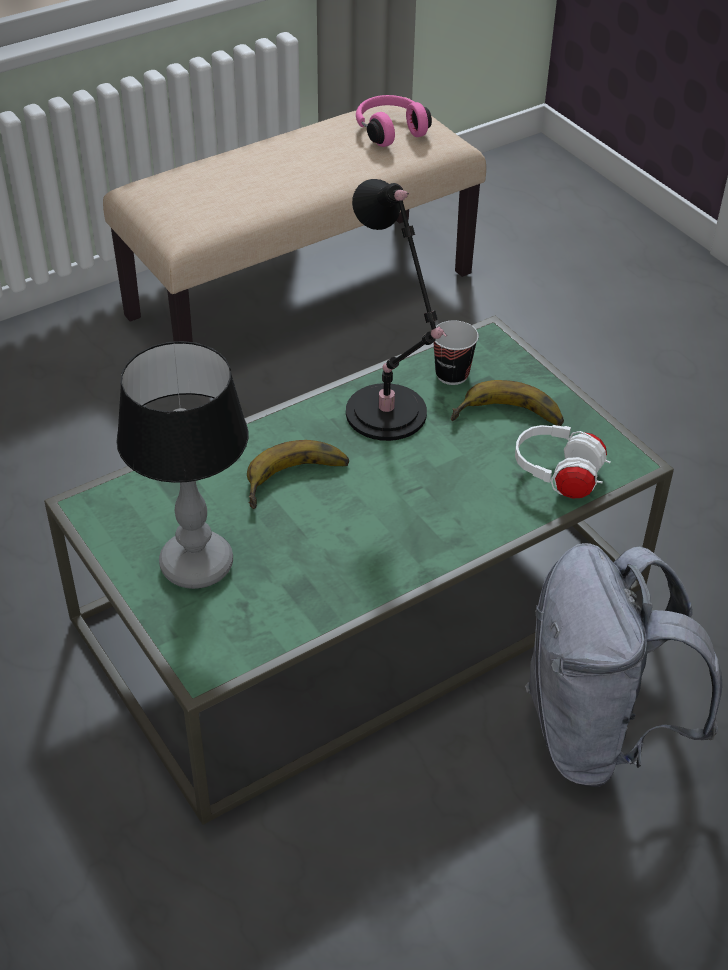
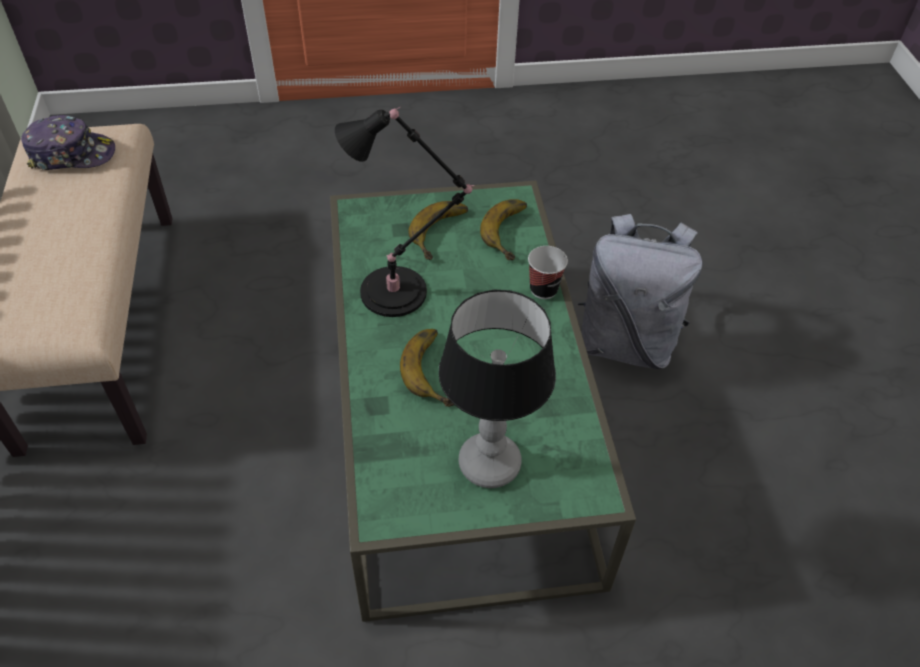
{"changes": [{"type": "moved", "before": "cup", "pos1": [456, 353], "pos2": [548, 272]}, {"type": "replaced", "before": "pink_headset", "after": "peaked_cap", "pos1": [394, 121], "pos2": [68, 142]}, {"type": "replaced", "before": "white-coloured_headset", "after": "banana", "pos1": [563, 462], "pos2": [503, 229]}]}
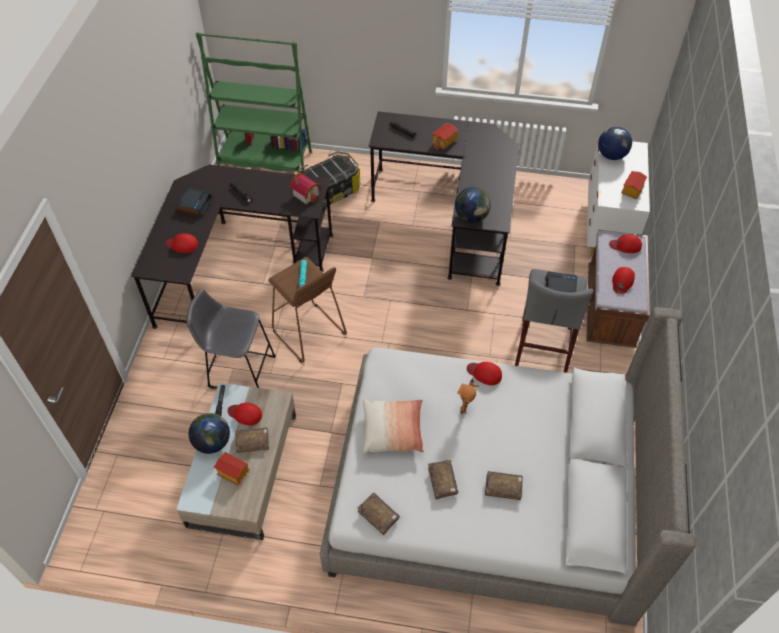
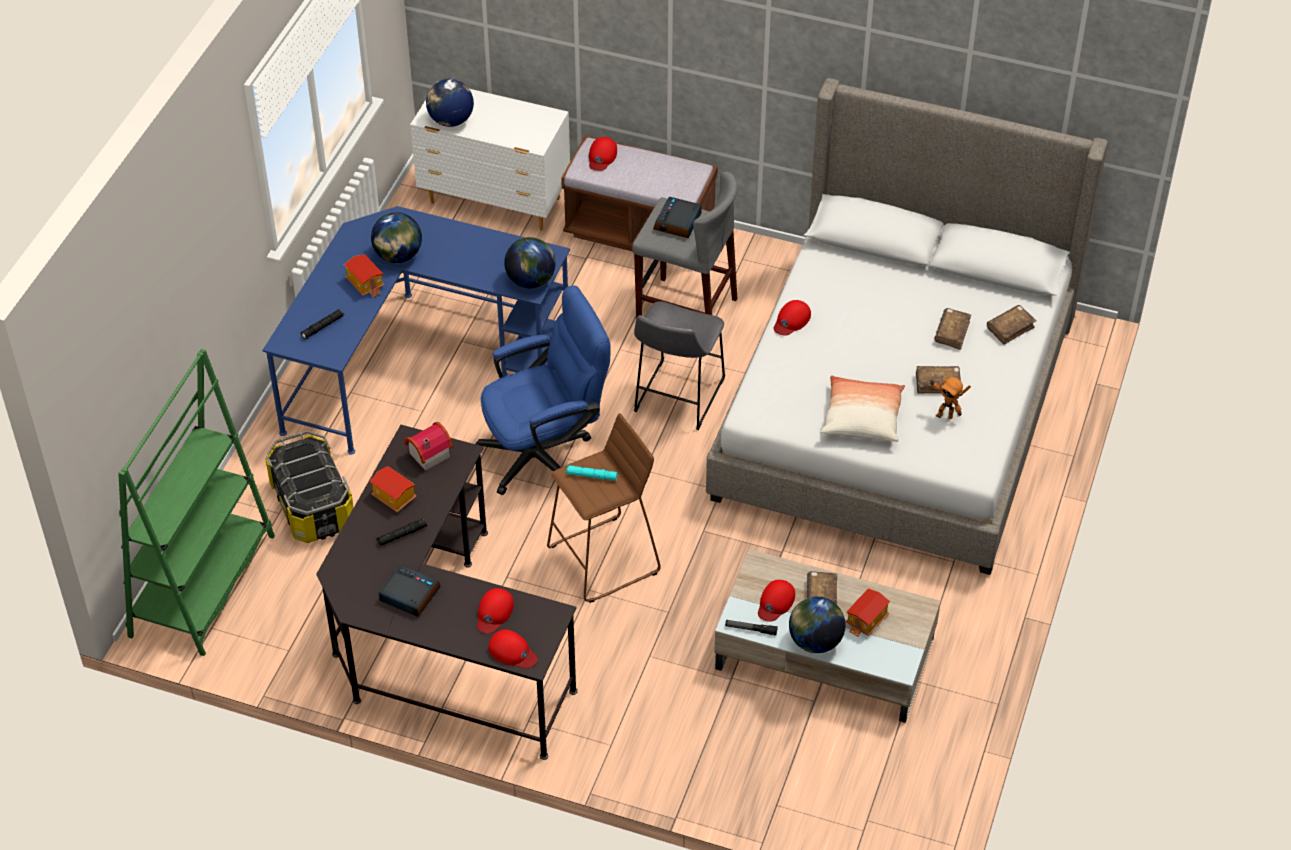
{"changes": [{"type": "added", "after": "world_globe", "pos2": [396, 237]}, {"type": "added", "after": "blue-coloured_computer_chair", "pos2": [543, 390]}, {"type": "moved", "before": "greyish_stool", "pos1": [231, 339], "pos2": [679, 366]}, {"type": "moved", "before": "brown_bound_book", "pos1": [378, 514], "pos2": [1012, 325]}, {"type": "moved", "before": "toy_robot", "pos1": [468, 396], "pos2": [950, 395]}, {"type": "moved", "before": "red-coloured_peaked_cap", "pos1": [623, 280], "pos2": [513, 649]}, {"type": "moved", "before": "model_house", "pos1": [634, 185], "pos2": [392, 489]}, {"type": "recoloured", "before": "blackish_desk", "after": "blue-coloured_desk", "pos1": [444, 198], "pos2": [416, 330]}]}
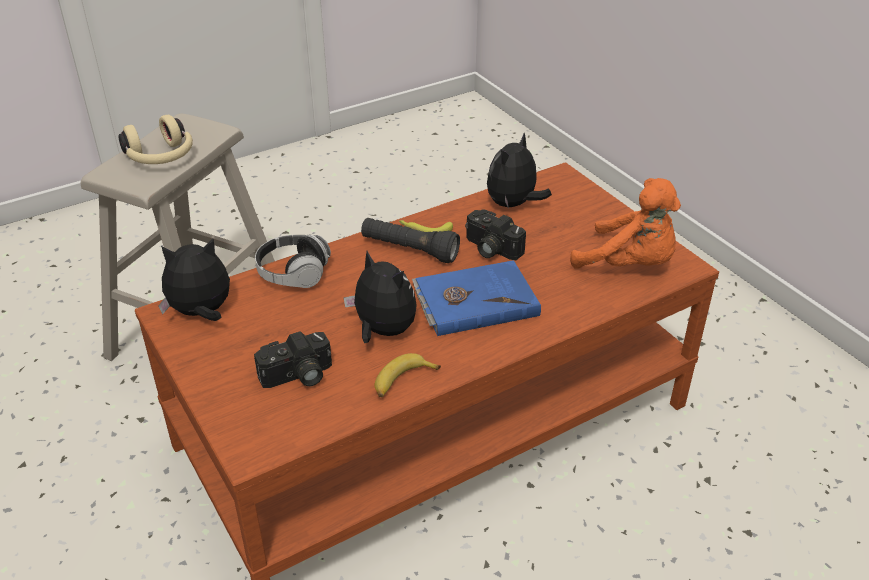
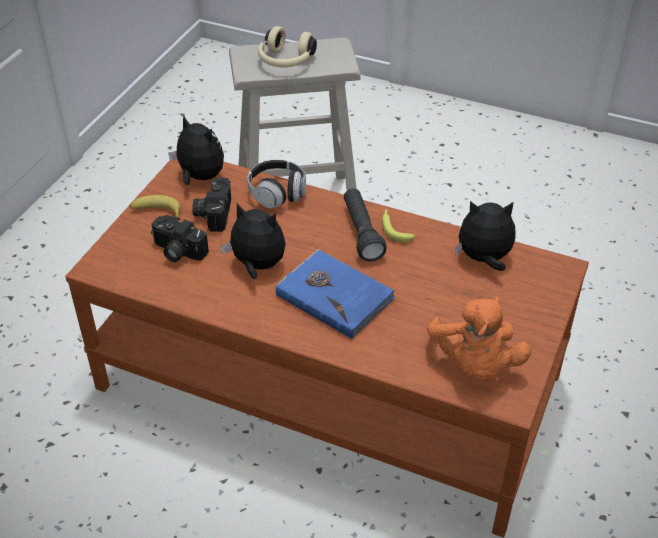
{"changes": [{"type": "moved", "before": "banana", "pos1": [408, 375], "pos2": [155, 207]}, {"type": "moved", "before": "still_camera", "pos1": [495, 234], "pos2": [211, 205]}, {"type": "turned", "before": "plush_toy", "pos1": [380, 297], "pos2": [253, 241], "turn": -75}]}
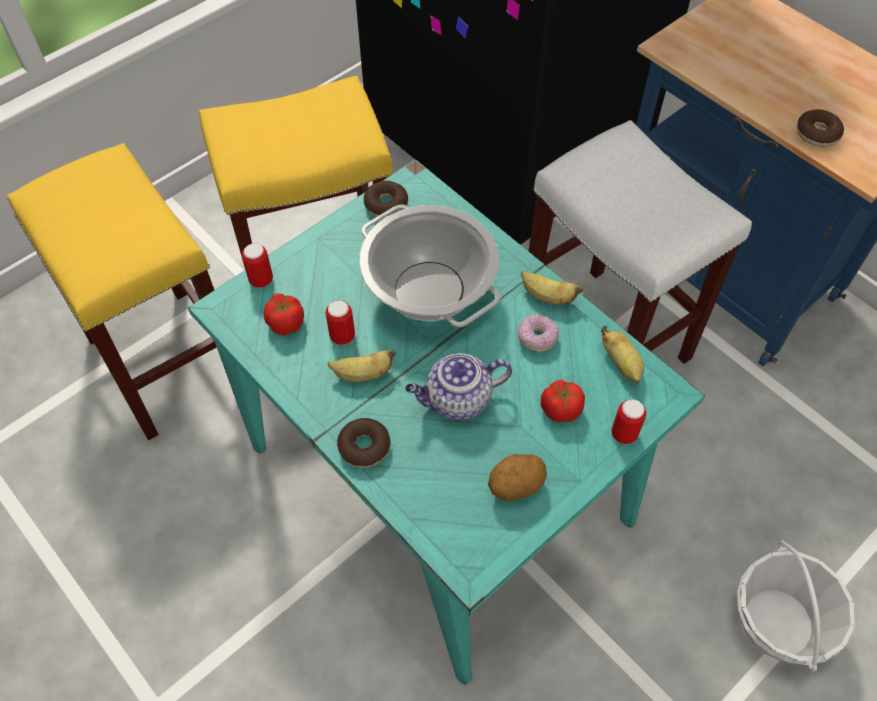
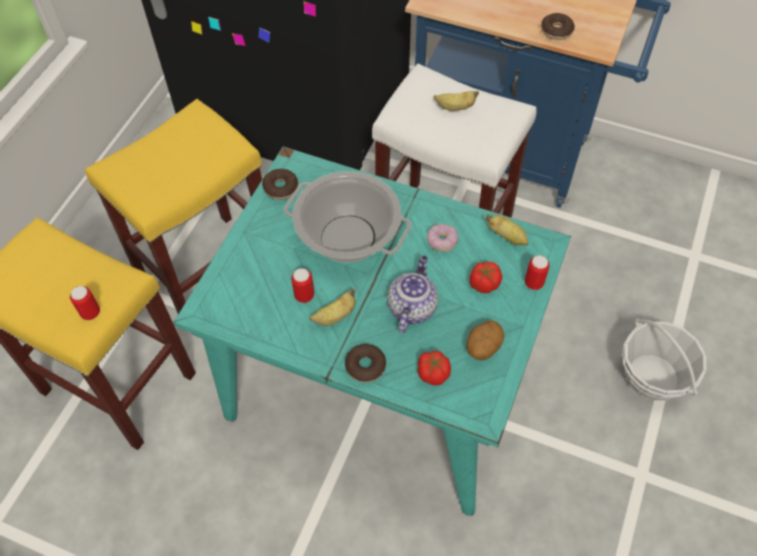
{"changes": [{"type": "moved", "before": "sealed_can", "pos1": [257, 265], "pos2": [85, 303]}, {"type": "moved", "before": "tomato", "pos1": [284, 314], "pos2": [434, 368]}, {"type": "moved", "before": "banana", "pos1": [552, 288], "pos2": [456, 101]}, {"type": "turned", "before": "tea_pot", "pos1": [458, 387], "pos2": [412, 294], "turn": 150}]}
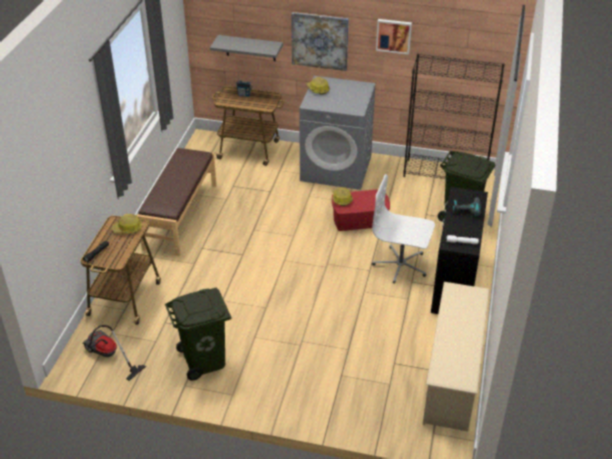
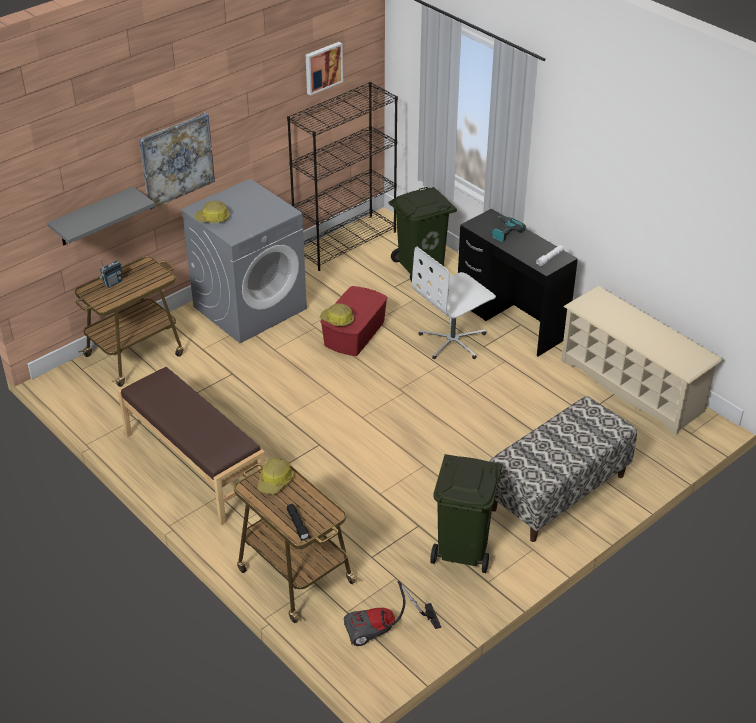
{"changes": [{"type": "added", "after": "long_seat", "pos2": [563, 469]}, {"type": "moved", "before": "picture", "pos1": [394, 37], "pos2": [324, 69]}]}
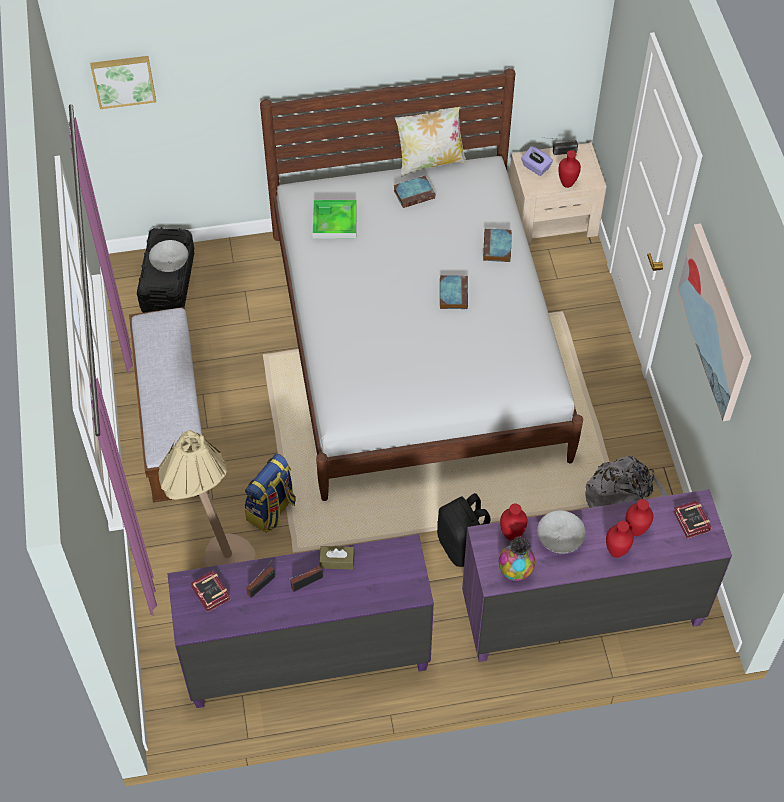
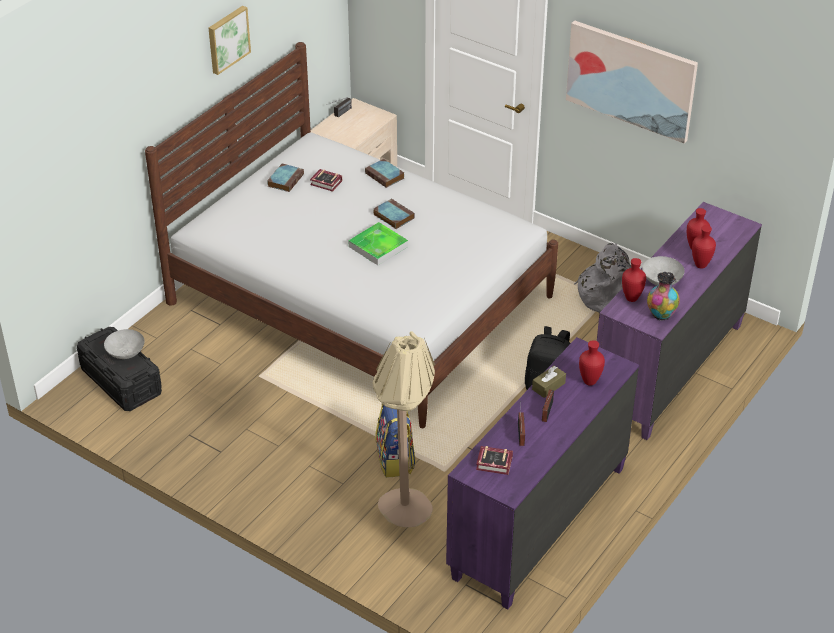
{"changes": [{"type": "removed", "before": "long_seat", "pos1": [169, 405]}, {"type": "removed", "before": "pillow", "pos1": [430, 142]}, {"type": "removed", "before": "purple_tissue_box", "pos1": [537, 161]}, {"type": "moved", "before": "picture", "pos1": [123, 82], "pos2": [229, 40]}, {"type": "moved", "before": "serving_tray", "pos1": [334, 219], "pos2": [378, 243]}, {"type": "moved", "before": "red-coloured_flower_vase", "pos1": [570, 169], "pos2": [592, 363]}, {"type": "moved", "before": "bound_book", "pos1": [692, 519], "pos2": [326, 180]}]}
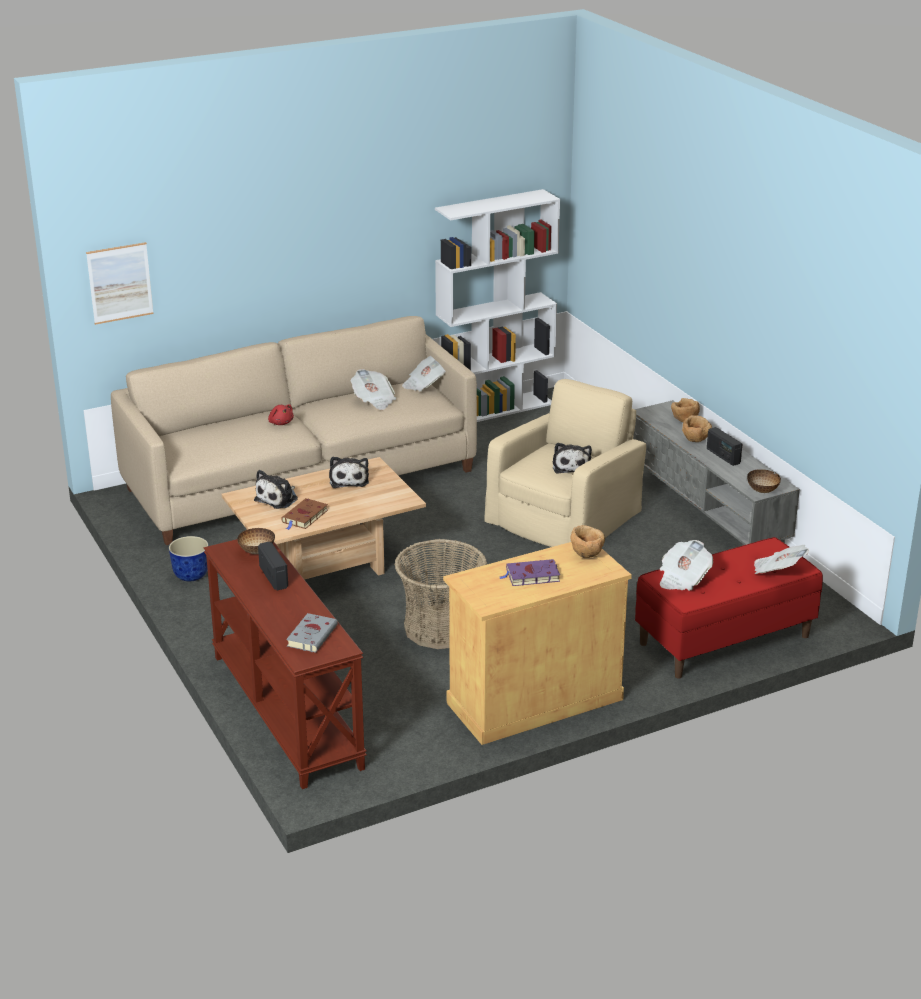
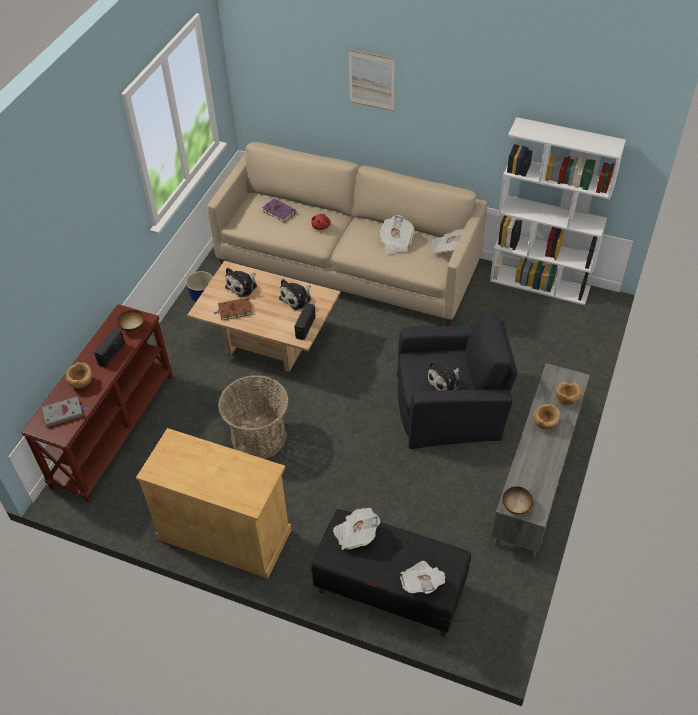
{"changes": [{"type": "moved", "before": "picture", "pos1": [120, 283], "pos2": [372, 80]}, {"type": "moved", "before": "purple_bound_book", "pos1": [530, 572], "pos2": [279, 210]}, {"type": "moved", "before": "brown_deep_dish", "pos1": [588, 541], "pos2": [79, 375]}, {"type": "moved", "before": "radio", "pos1": [724, 446], "pos2": [305, 321]}, {"type": "recoloured", "before": "beige_armchair", "after": "blackish_armchair", "pos1": [565, 463], "pos2": [457, 380]}, {"type": "recoloured", "before": "red-coloured_long_seat", "after": "blackish_long_seat", "pos1": [729, 608], "pos2": [391, 573]}, {"type": "turned", "before": "plush_toy", "pos1": [276, 489], "pos2": [241, 283], "turn": -45}]}
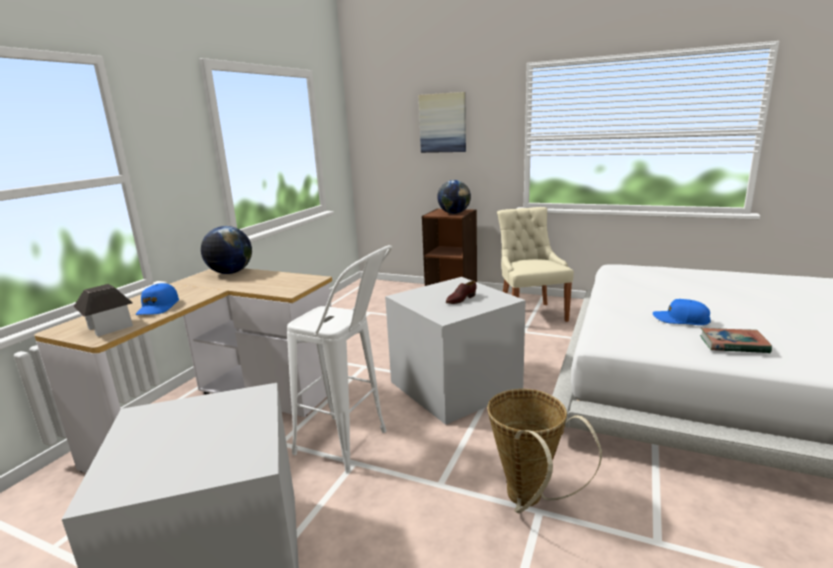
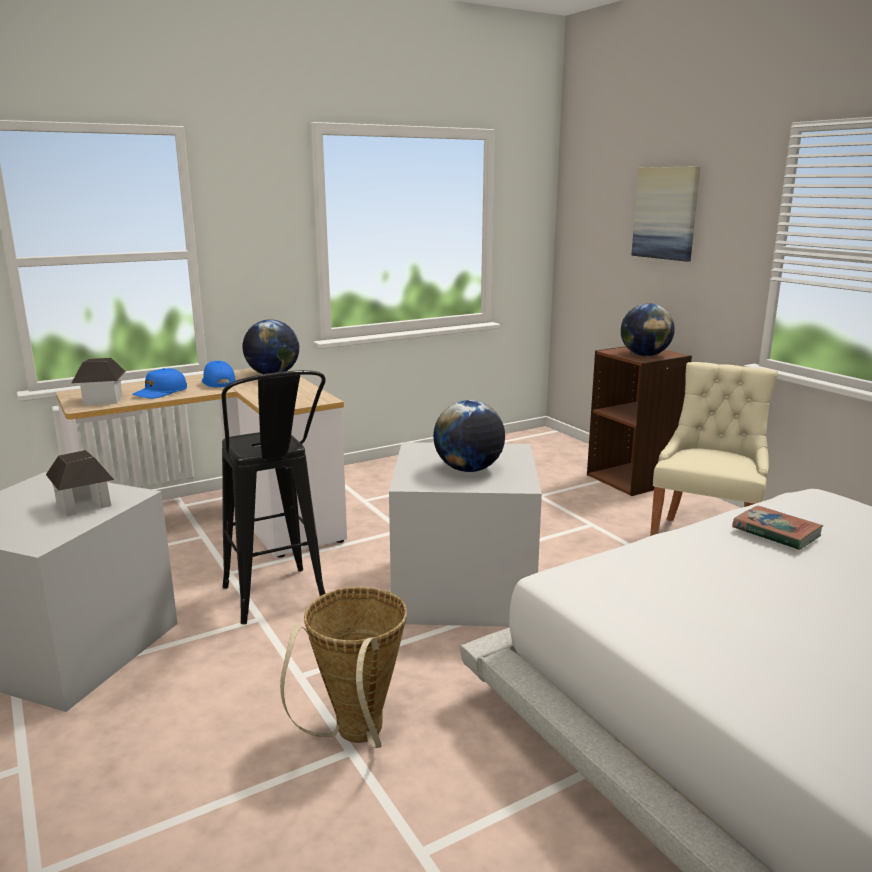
{"changes": [{"type": "added", "after": "model_house", "pos2": [80, 483]}, {"type": "moved", "before": "blue-coloured_peaked_cap", "pos1": [682, 312], "pos2": [219, 374]}, {"type": "moved", "before": "bound_book", "pos1": [736, 340], "pos2": [777, 528]}, {"type": "replaced", "before": "brown_item_of_footwear", "after": "world_globe", "pos1": [461, 292], "pos2": [469, 436]}, {"type": "recoloured", "before": "white-coloured_stool", "after": "blackish_stool", "pos1": [339, 359], "pos2": [274, 497]}]}
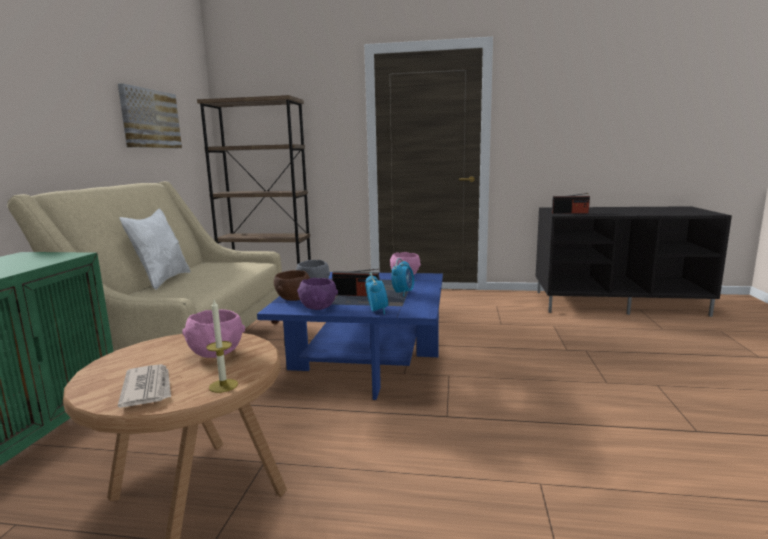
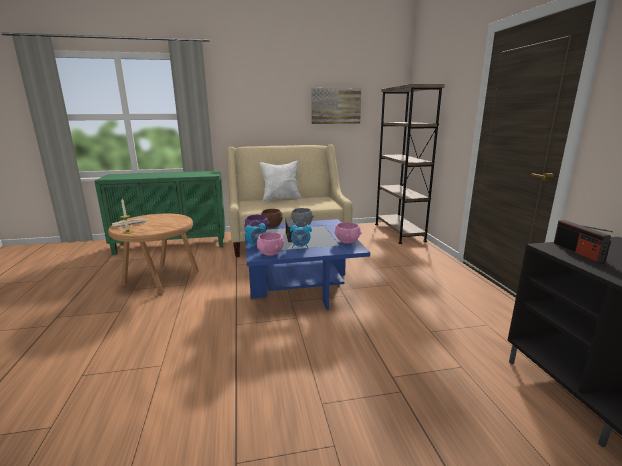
{"changes": [{"type": "moved", "before": "pink_deep_dish", "pos1": [213, 333], "pos2": [270, 244]}]}
